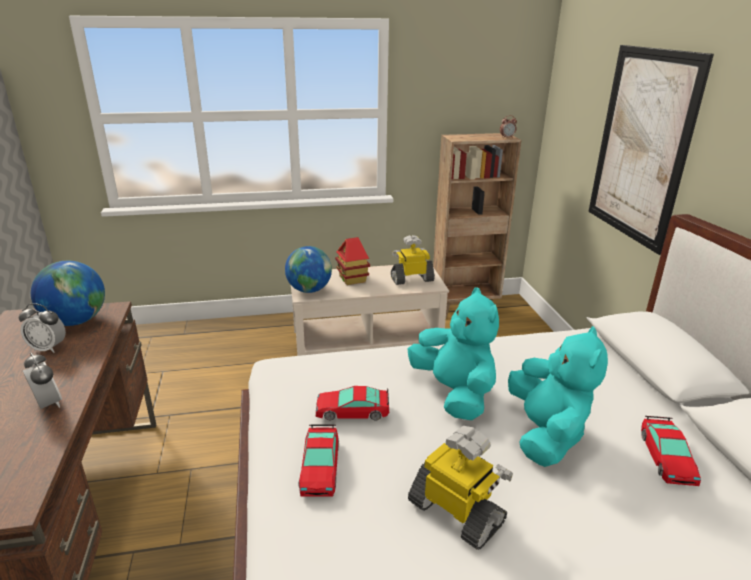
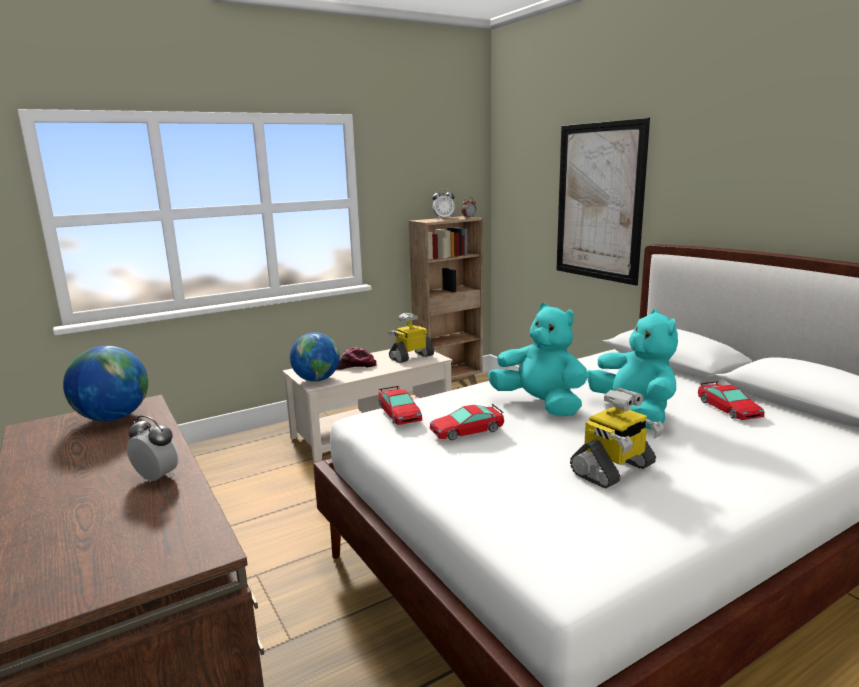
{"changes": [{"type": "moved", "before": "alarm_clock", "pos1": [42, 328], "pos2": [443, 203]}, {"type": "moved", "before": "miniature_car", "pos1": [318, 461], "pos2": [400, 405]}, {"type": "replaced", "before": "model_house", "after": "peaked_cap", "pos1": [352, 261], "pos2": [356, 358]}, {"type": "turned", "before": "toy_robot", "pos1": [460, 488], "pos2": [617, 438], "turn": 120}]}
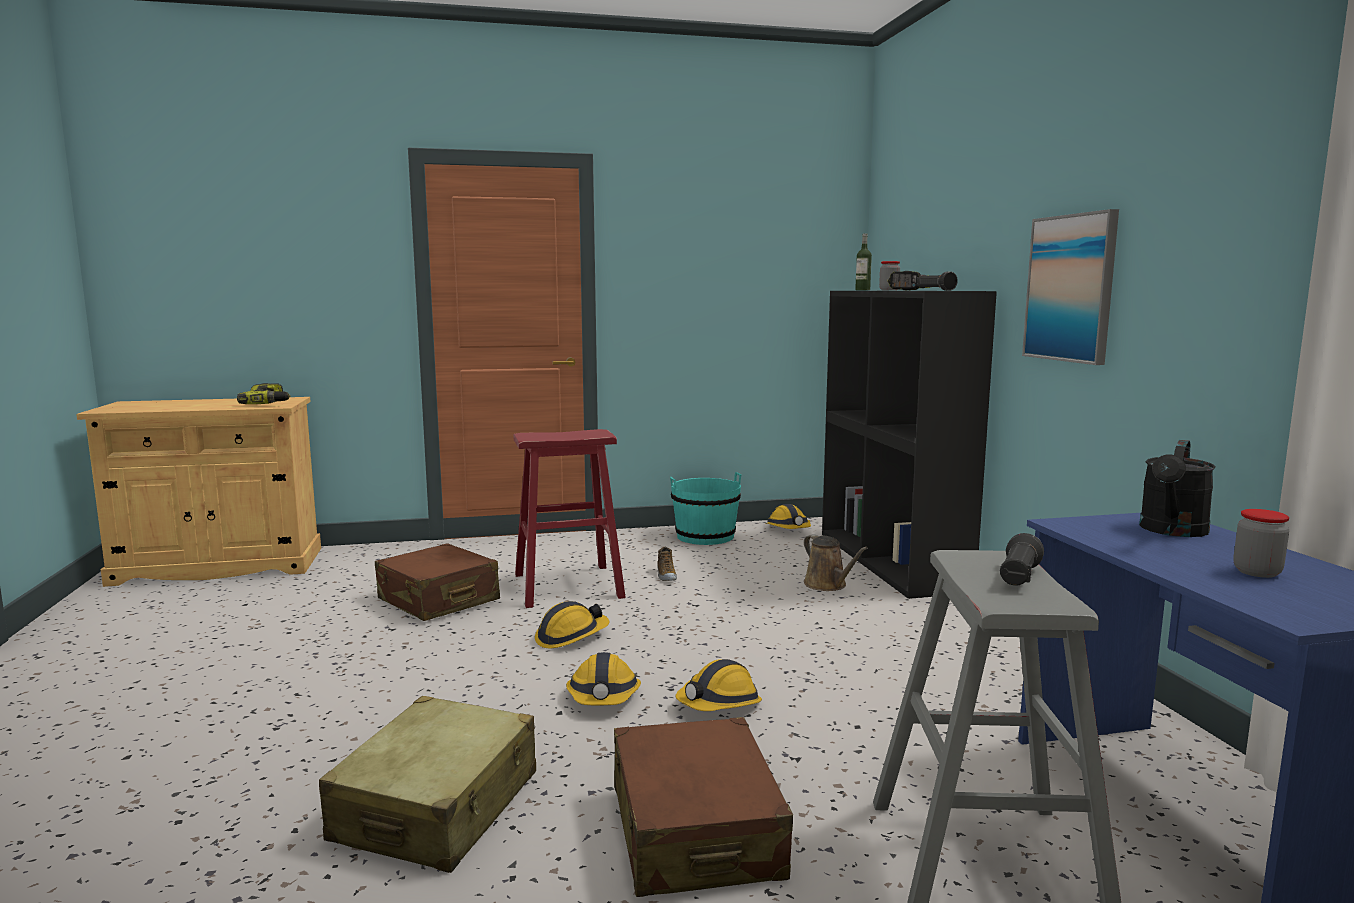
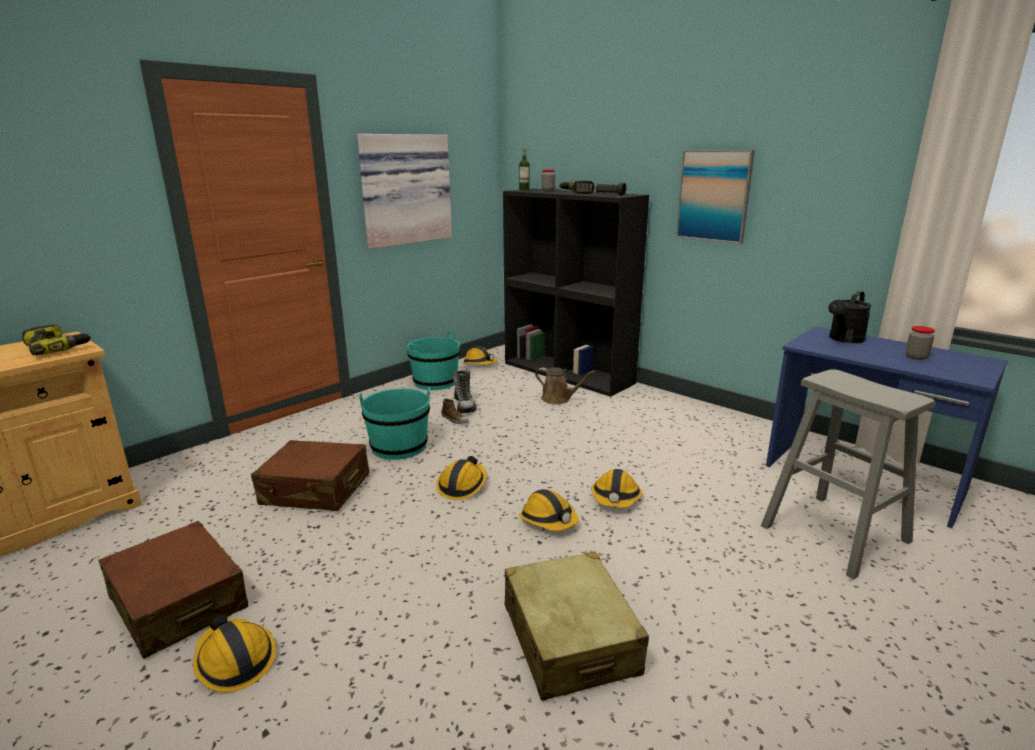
{"changes": [{"type": "removed", "before": "blackish_flashlight", "pos1": [1022, 559]}, {"type": "added", "after": "safety_helmet", "pos2": [234, 654]}, {"type": "added", "after": "picture", "pos2": [404, 191]}, {"type": "added", "after": "tall_boot", "pos2": [464, 391]}, {"type": "moved", "before": "brown_travel_case", "pos1": [703, 807], "pos2": [173, 590]}, {"type": "replaced", "before": "red-coloured_stool", "after": "blue-green_water_bucket", "pos1": [569, 518], "pos2": [394, 423]}, {"type": "turned", "before": "blackish_sprinkling_can", "pos1": [1177, 488], "pos2": [850, 317], "turn": 45}]}
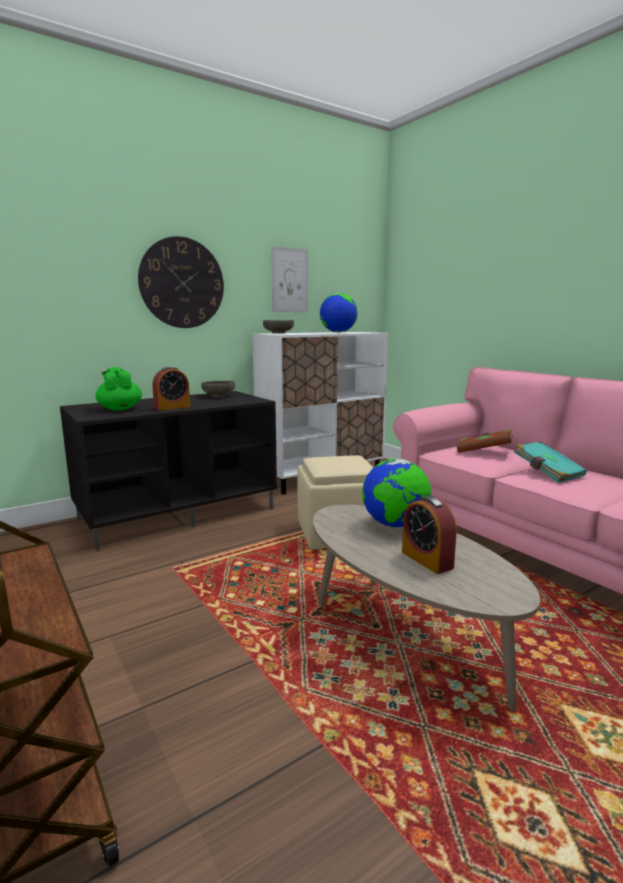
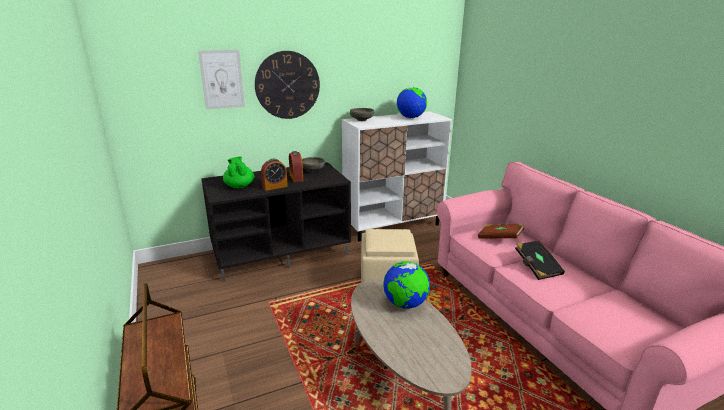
{"changes": [{"type": "moved", "before": "picture", "pos1": [289, 279], "pos2": [221, 79]}, {"type": "moved", "before": "alarm_clock", "pos1": [429, 535], "pos2": [296, 166]}, {"type": "recoloured", "before": "blue-green_bound_book", "after": "blackish_bound_book", "pos1": [550, 462], "pos2": [540, 260]}]}
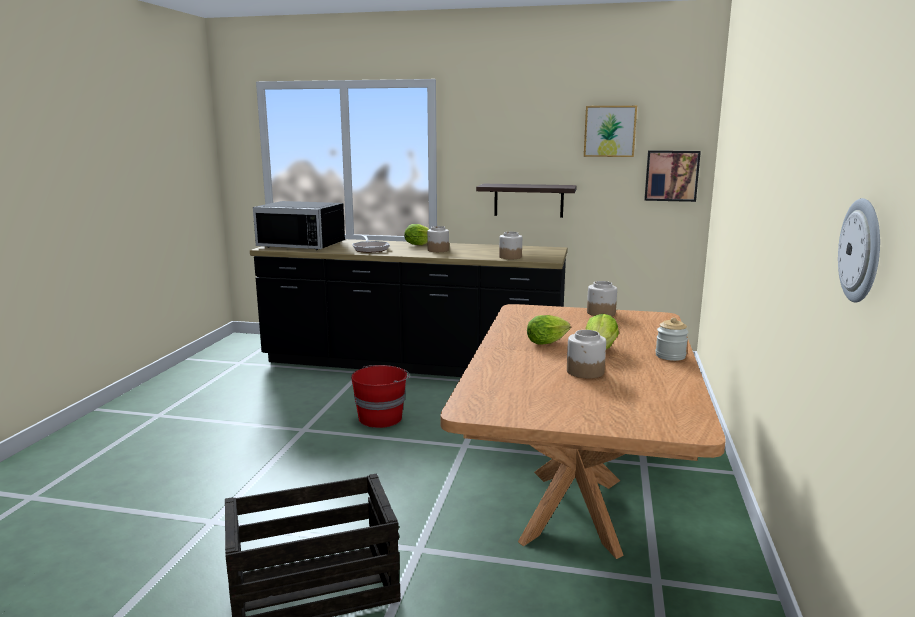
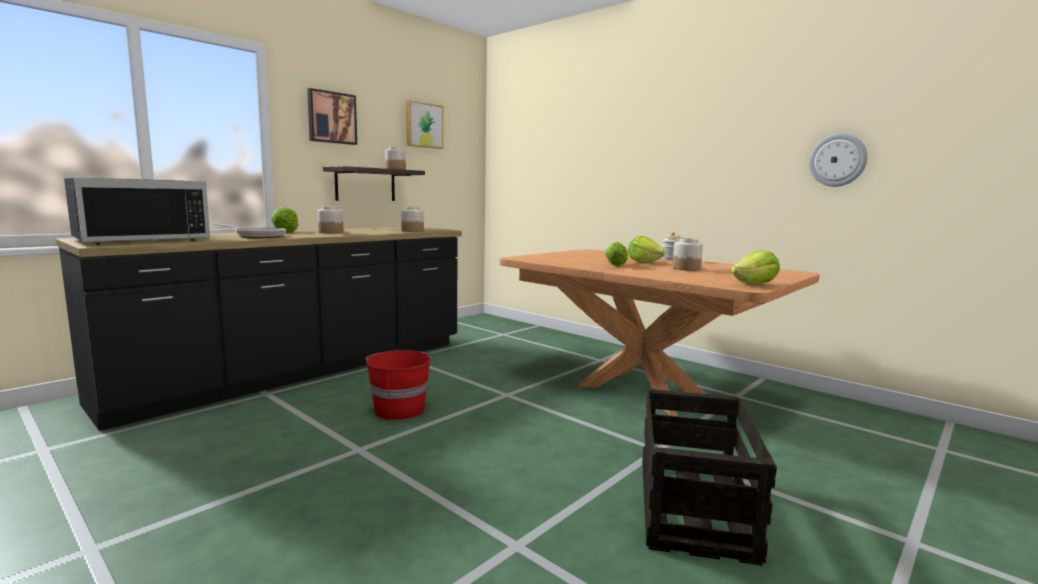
{"changes": [{"type": "added", "after": "lettuce_head", "pos2": [755, 267]}, {"type": "moved", "before": "preserve_jar", "pos1": [602, 298], "pos2": [395, 158]}, {"type": "moved", "before": "picture", "pos1": [672, 176], "pos2": [332, 116]}]}
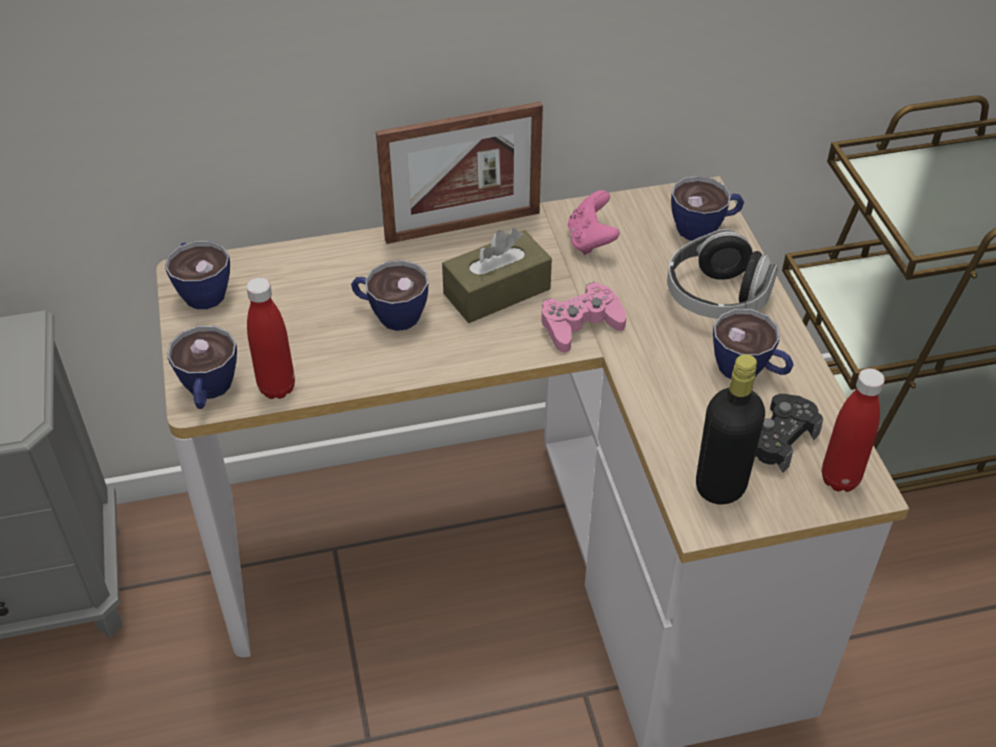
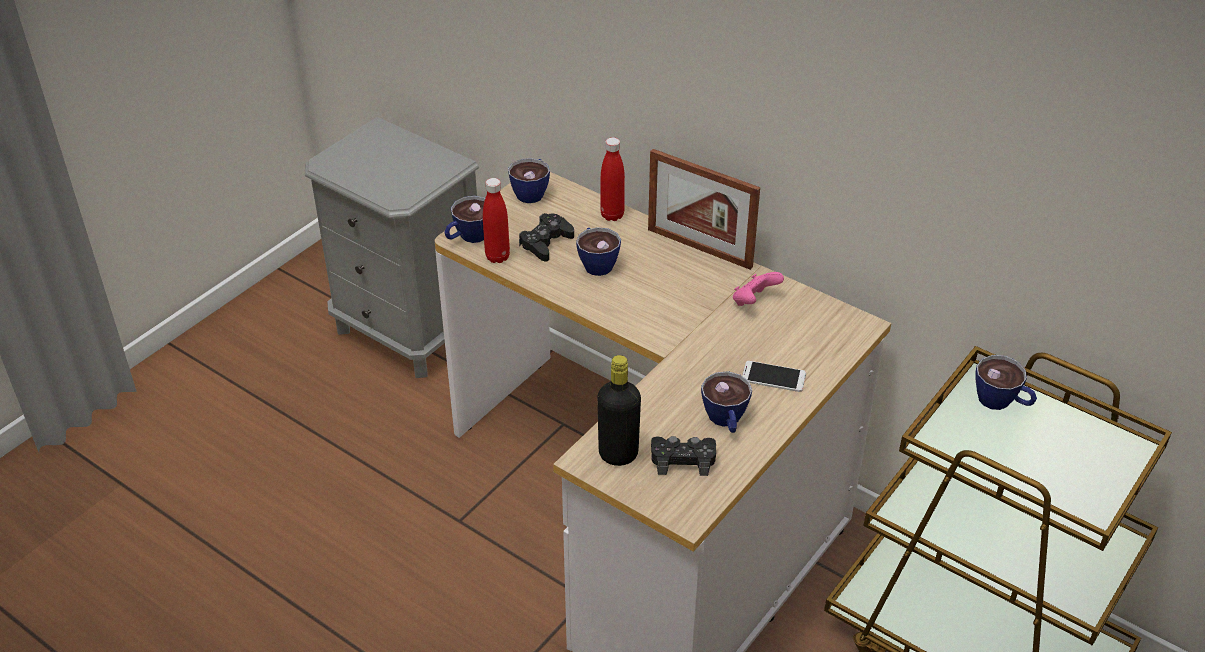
{"changes": [{"type": "removed", "before": "brown_tissue_box", "pos1": [497, 275]}, {"type": "removed", "before": "pink_joypad", "pos1": [584, 317]}, {"type": "added", "after": "blackish_joypad", "pos2": [546, 237]}, {"type": "moved", "before": "cup", "pos1": [707, 208], "pos2": [1006, 382]}, {"type": "moved", "before": "red-coloured_drink_bottle", "pos1": [853, 430], "pos2": [612, 179]}, {"type": "replaced", "before": "headset", "after": "phone", "pos1": [722, 274], "pos2": [774, 376]}]}
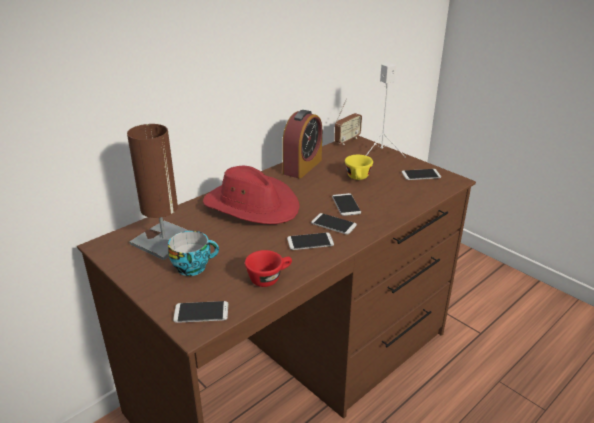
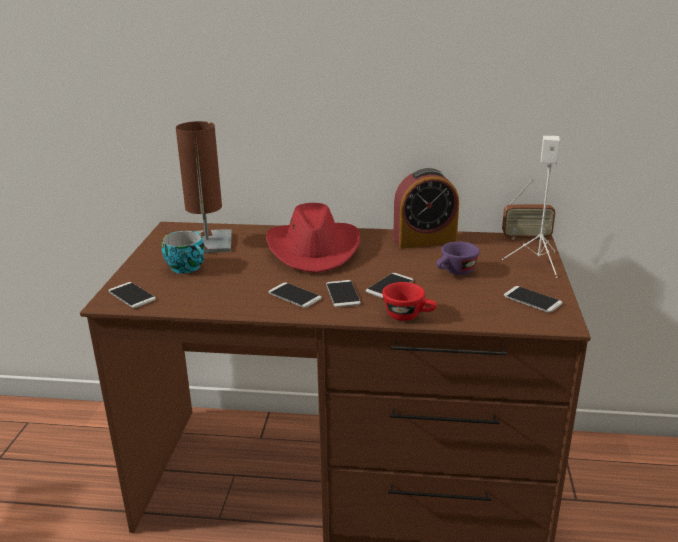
{"changes": [{"type": "moved", "before": "red-coloured_cup", "pos1": [268, 268], "pos2": [409, 301]}, {"type": "recoloured", "before": "yellow_cup", "after": "purple_cup", "pos1": [359, 167], "pos2": [458, 258]}]}
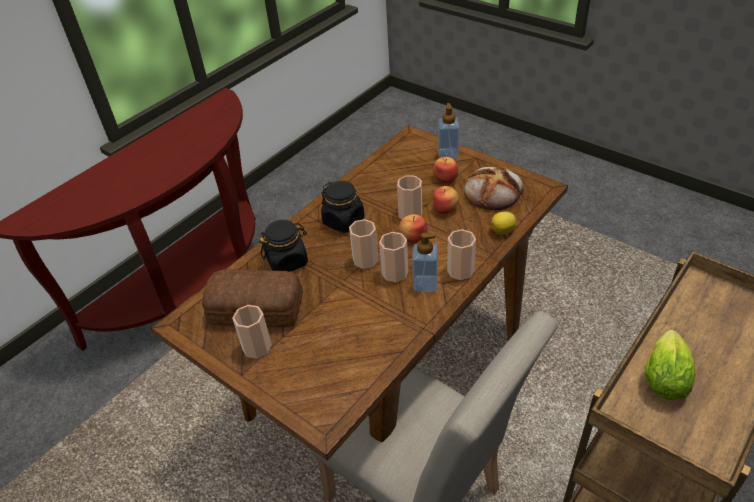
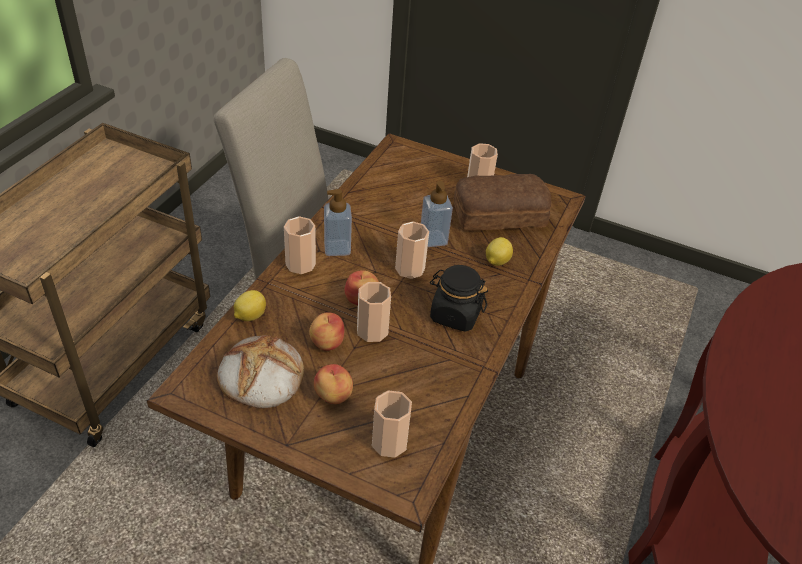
{"changes": [{"type": "removed", "before": "lettuce_head", "pos1": [670, 365]}, {"type": "moved", "before": "cup", "pos1": [393, 257], "pos2": [392, 424]}, {"type": "moved", "before": "liquid_soap_bottle", "pos1": [448, 131], "pos2": [437, 214]}, {"type": "replaced", "before": "blackish_preserve_jar", "after": "lemon", "pos1": [283, 245], "pos2": [499, 251]}]}
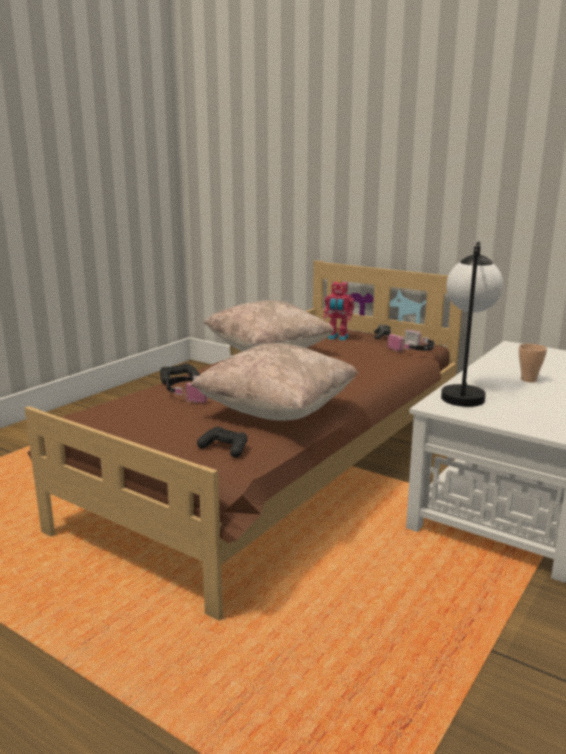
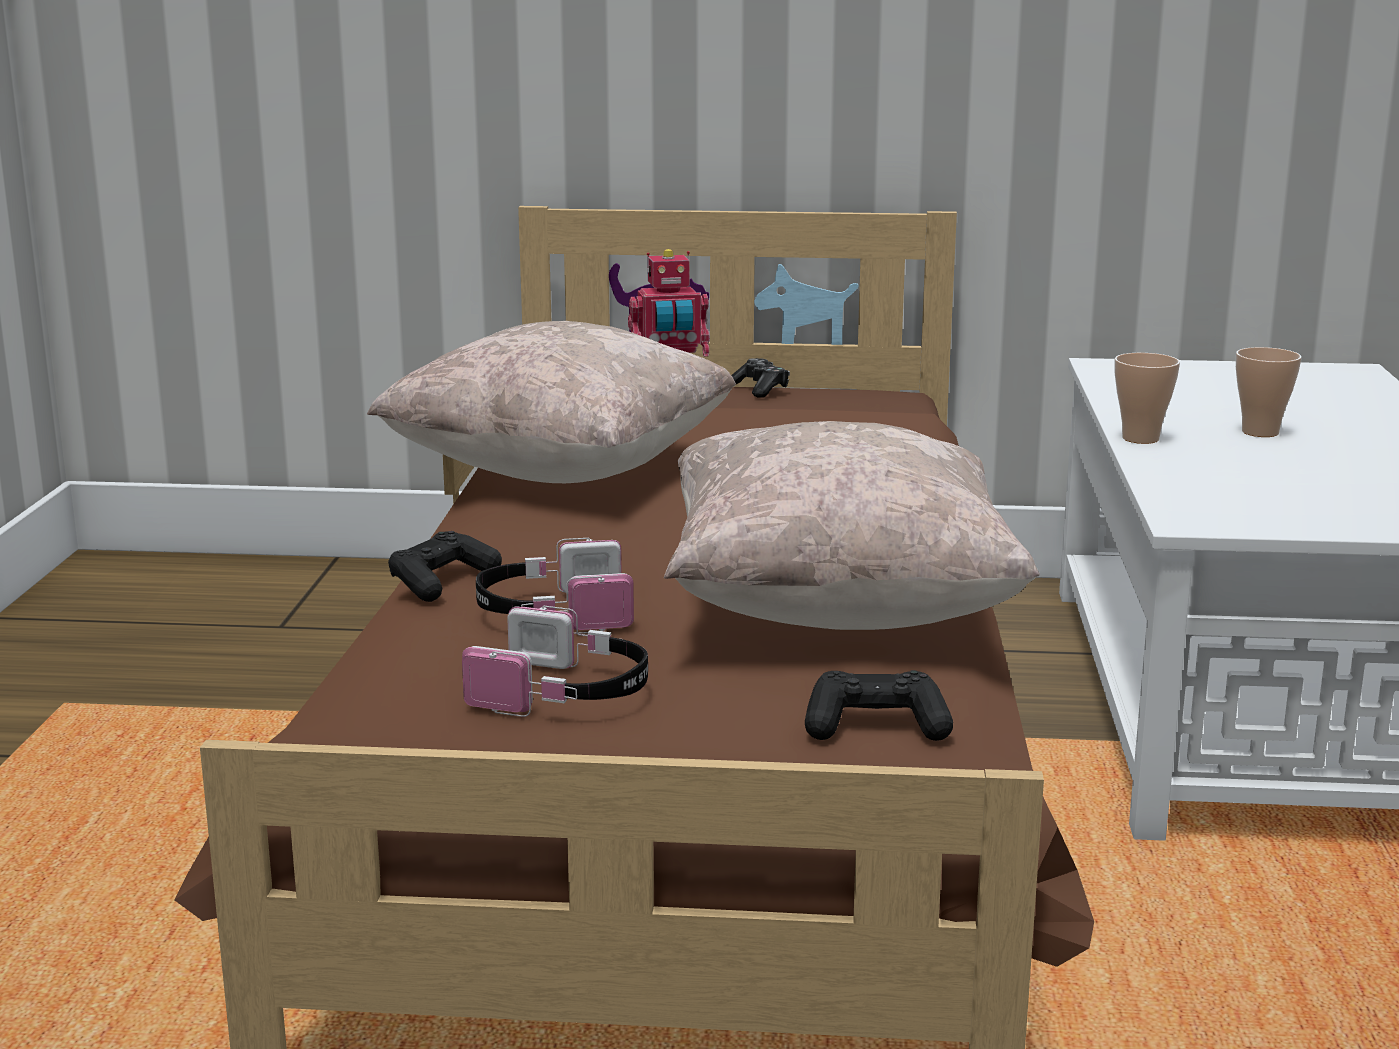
{"changes": [{"type": "removed", "before": "table_lamp", "pos1": [472, 324]}, {"type": "added", "after": "cup", "pos2": [1147, 398]}, {"type": "moved", "before": "headset", "pos1": [411, 340], "pos2": [555, 661]}]}
